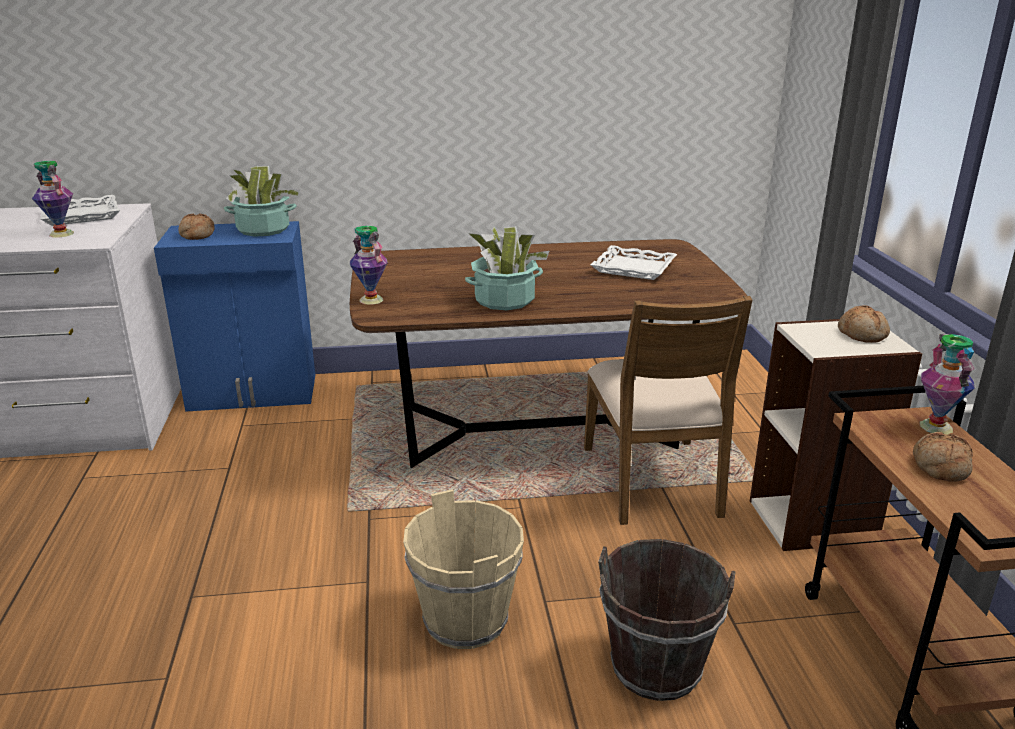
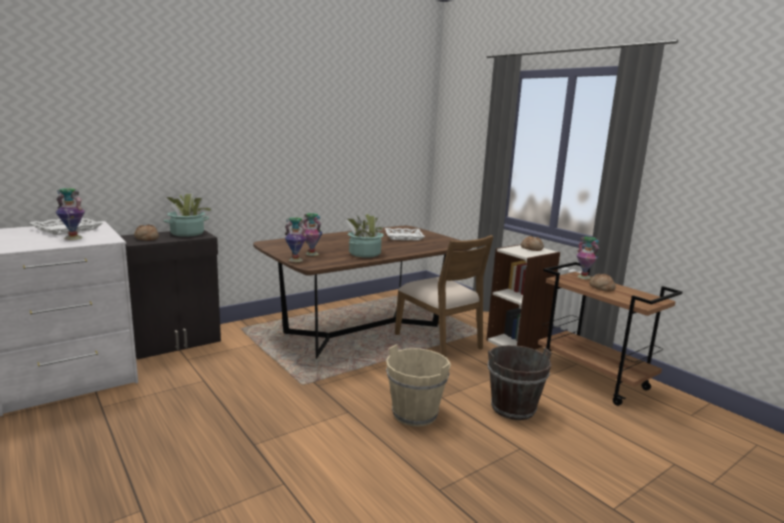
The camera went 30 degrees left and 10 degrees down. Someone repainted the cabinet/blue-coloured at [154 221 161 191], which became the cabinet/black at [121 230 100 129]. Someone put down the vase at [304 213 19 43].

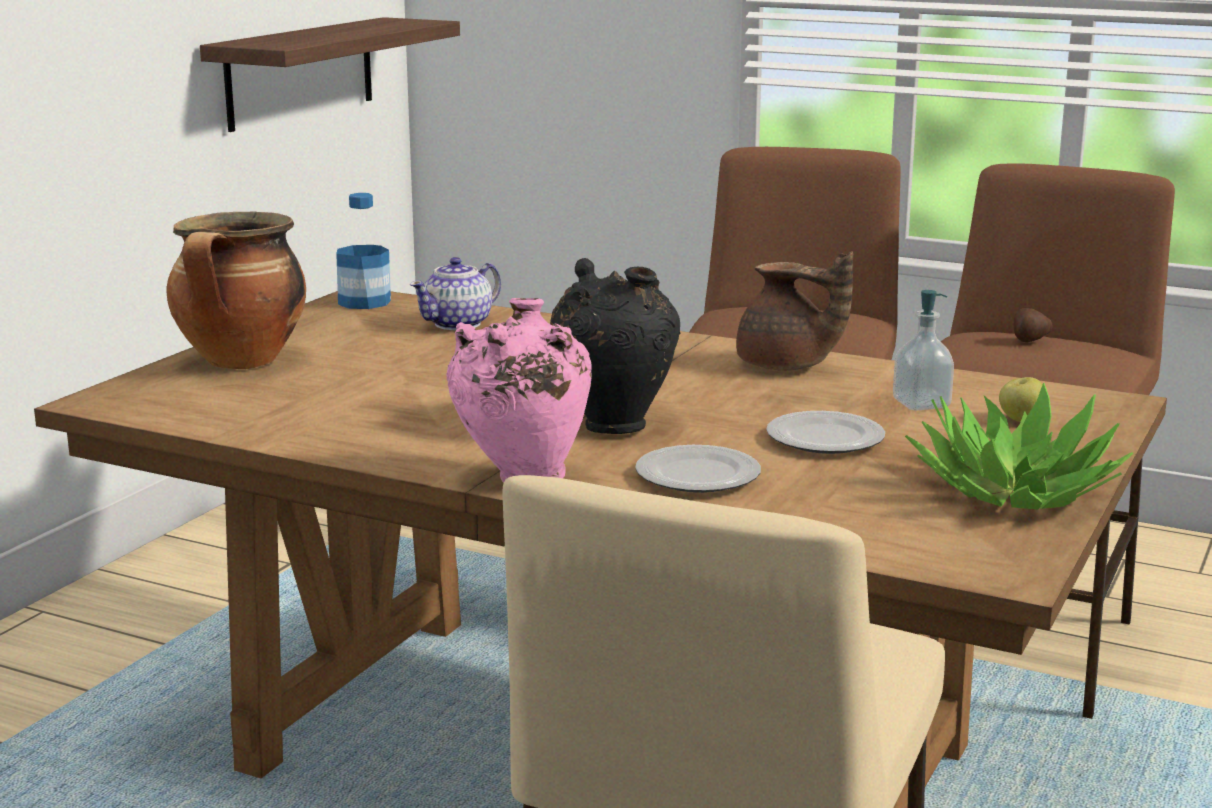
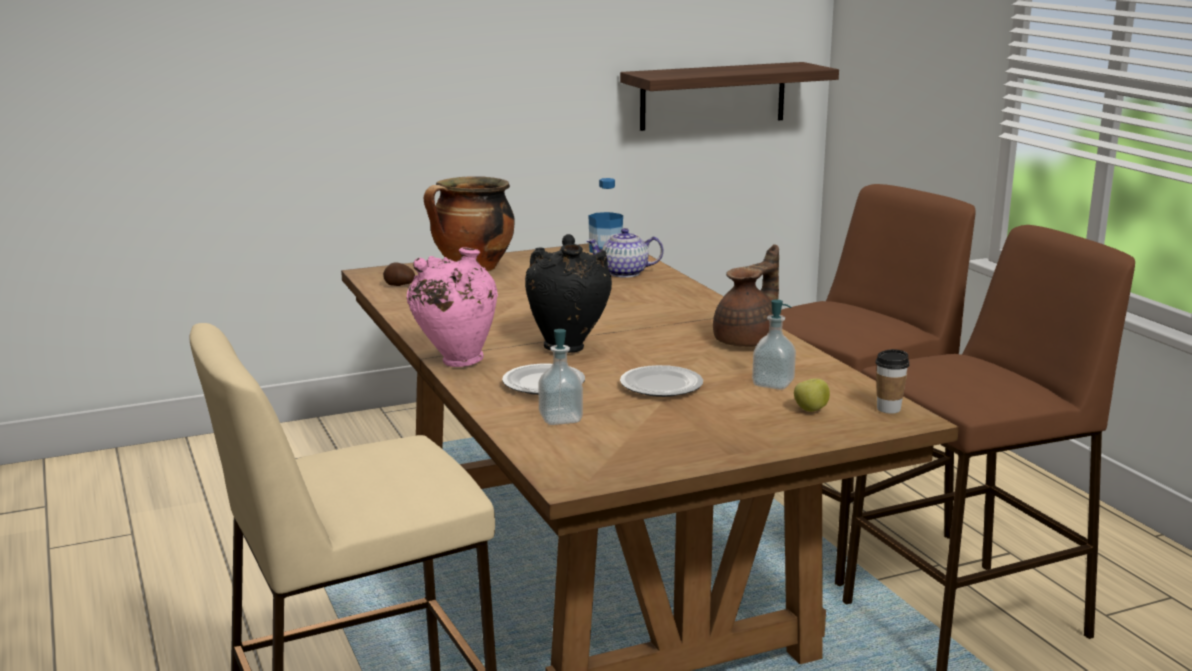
The camera went 40 degrees right and 0 degrees up. Someone rotated the tea pot/brown at [736 252 117 119] by 120 degrees counterclockwise. Someone took away the houseplant at [905 383 229 127]. Someone carried the potato from [1013 308 39 34] to [383 262 32 24]. Someone put down the soap dispenser at [538 329 45 96]. Someone put down the small cup at [875 349 34 65].

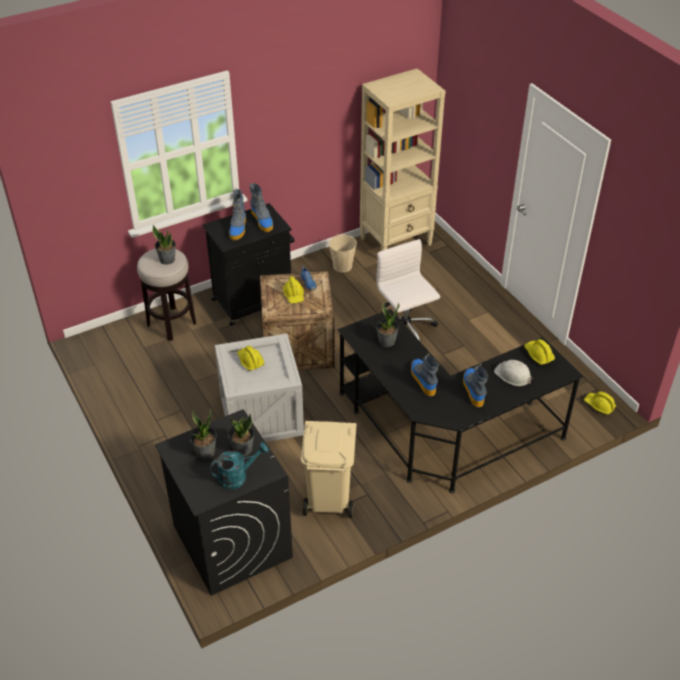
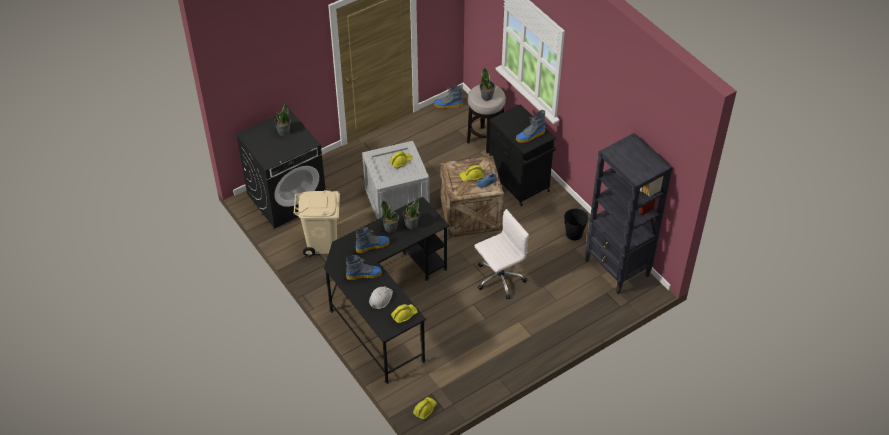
The camera went 85 degrees right and 5 degrees up. Someone took away the watering can/blue-green at [210 442 59 48]. Someone carried the houseplant from [228 414 27 42] to [381 201 18 32]. Someone carried the high-top boot from [229 189 17 51] to [434 85 29 24]. Someone repainted the pail/beige-coloured at [329 234 28 38], which became the pail/black at [564 208 24 32]. Someone repainted the shelving unit/beige-coloured at [360 68 86 183], which became the shelving unit/black at [585 133 88 161].

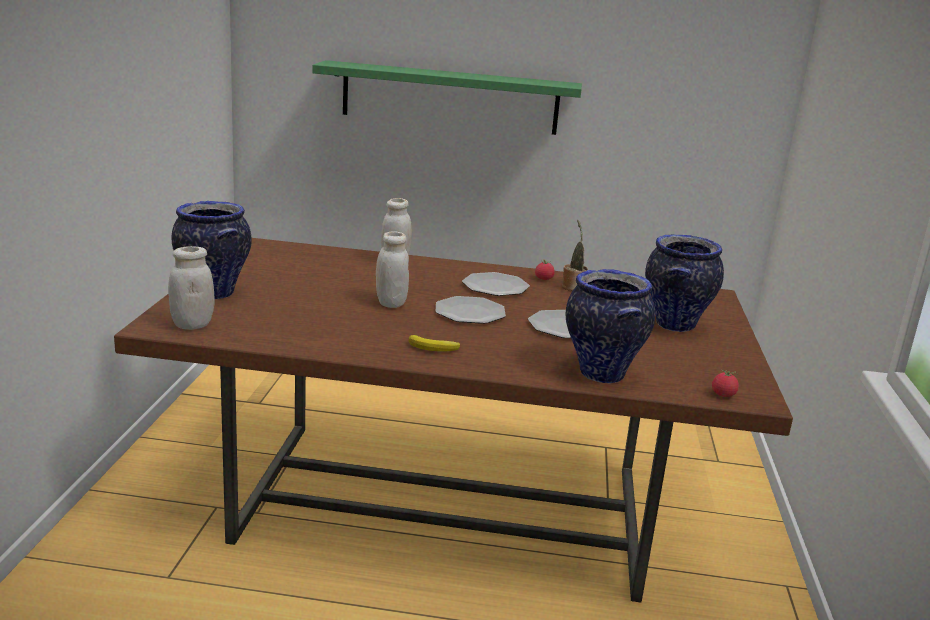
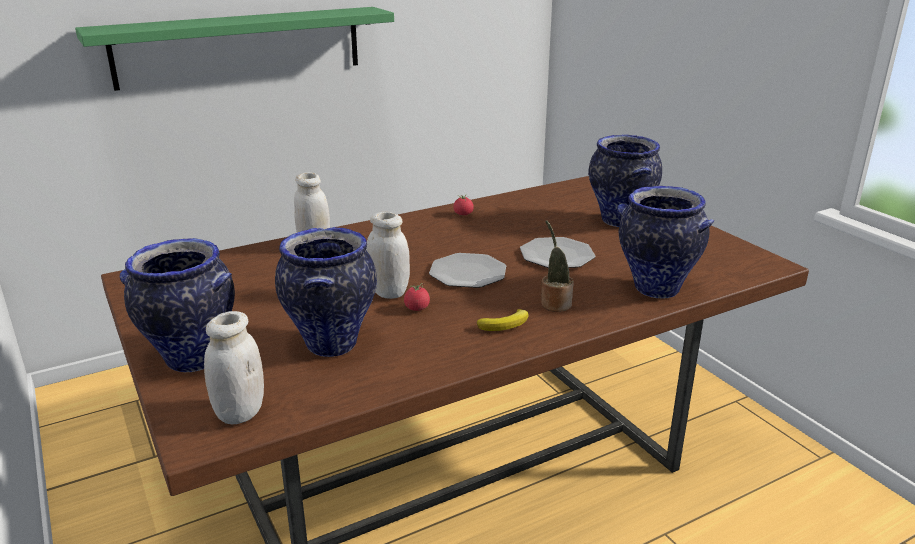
The camera went 35 degrees left and 5 degrees up. Someone took away the flat dish at [462 272 68 24]. Someone carried the houseplant from [562 220 26 71] to [541 220 33 92]. Someone carried the tomato from [712 370 27 27] to [404 283 26 28]. Someone put down the vase at [275 227 102 130].

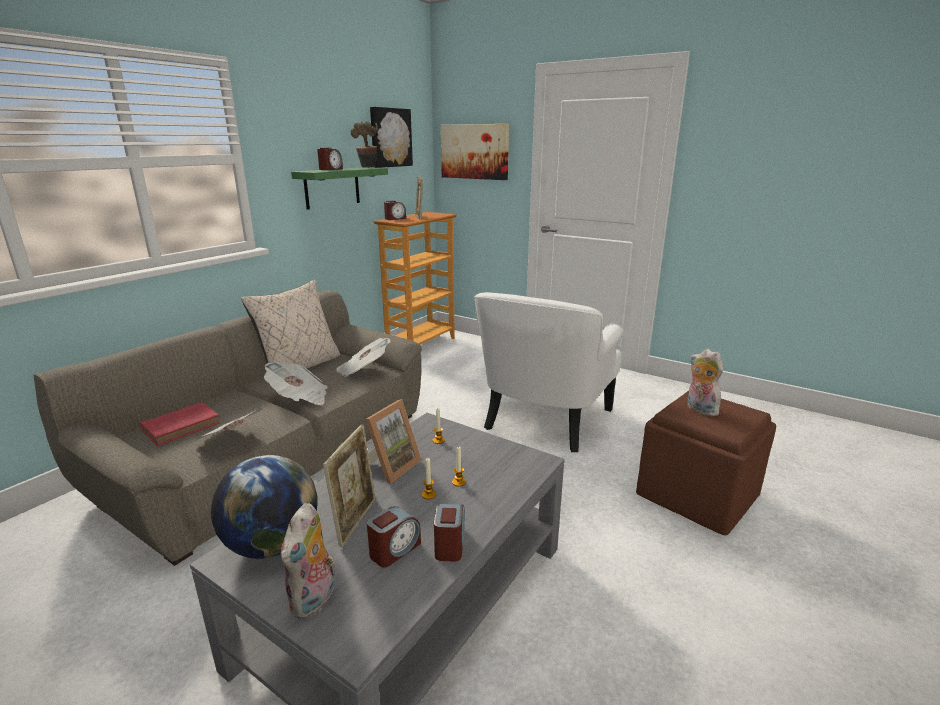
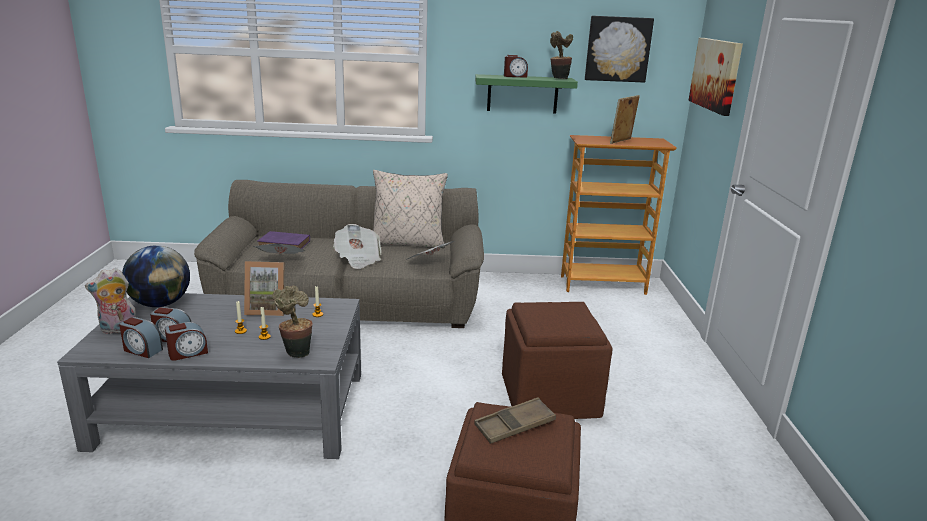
The camera went 55 degrees right and 0 degrees up. Someone repainted the volume/reddish at [140 402 80 44], which became the volume/purplish at [257 231 53 18]. Someone took away the picture frame at [323 424 53 123]. Someone carried the bedside clock from [384 200 22 20] to [119 317 44 41]. Someone swapped the lounge chair/white-coloured at [474 292 150 160] for the footrest/brown at [502 302 110 117]. Someone swapped the plush toy at [687 349 36 67] for the serving tray/brown at [474 397 82 47]. Someone put down the houseplant at [272 285 41 73].

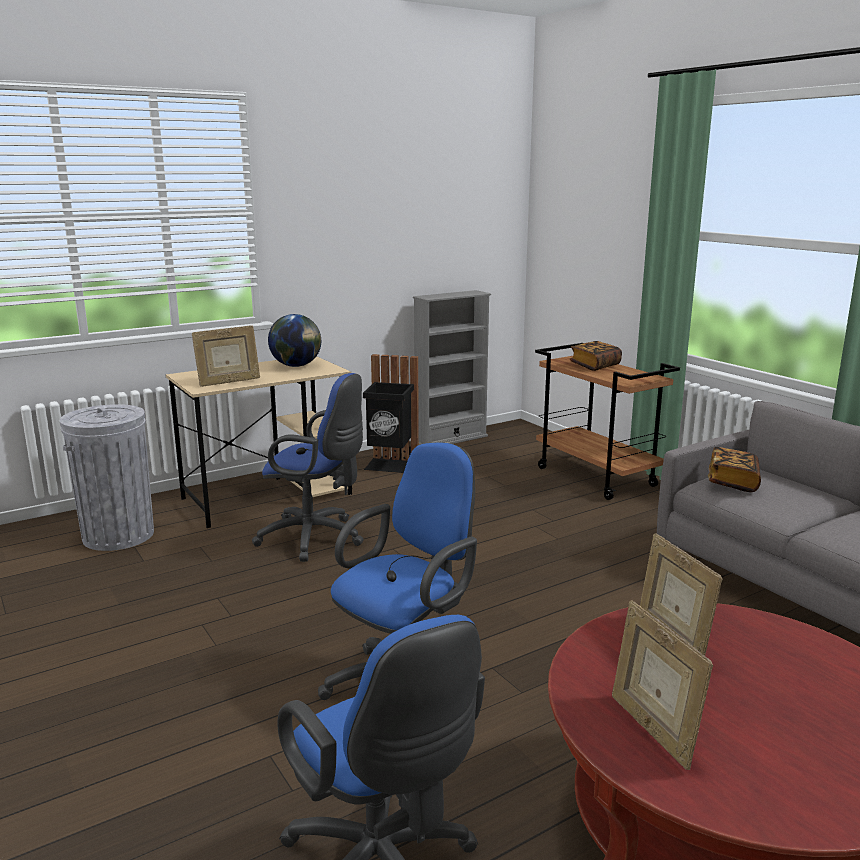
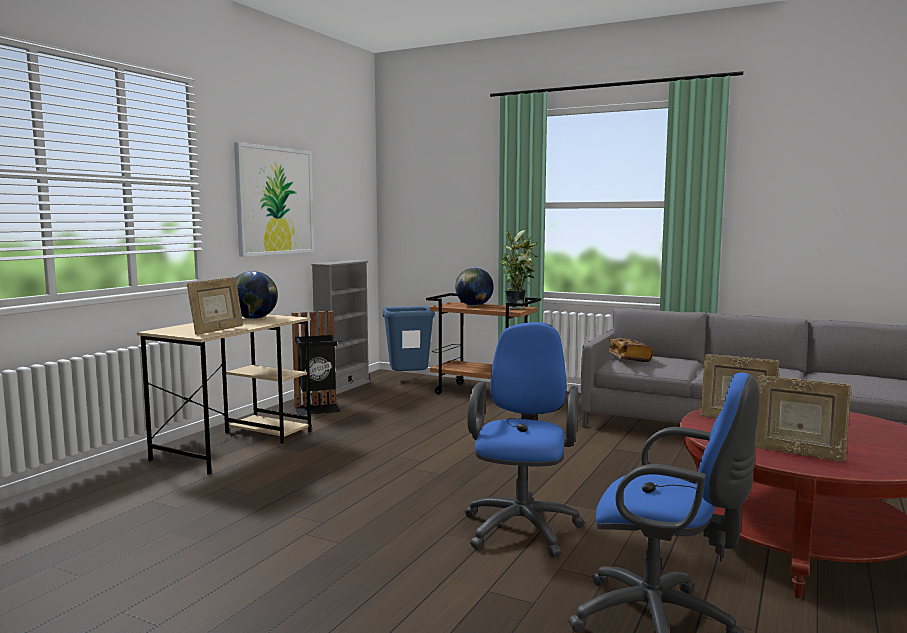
The camera went 30 degrees left and 10 degrees down. Someone took away the waste bin/grey at [60 404 94 147]. Someone took away the office chair/blue-coloured at [252 373 112 189]. Someone swapped the volume at [570 341 52 30] for the globe at [455 268 39 38]. Someone put up the picture at [234 142 80 115]. Someone put down the waste bin/blue-coloured at [382 306 53 65]. Someone put down the houseplant at [500 230 38 79].

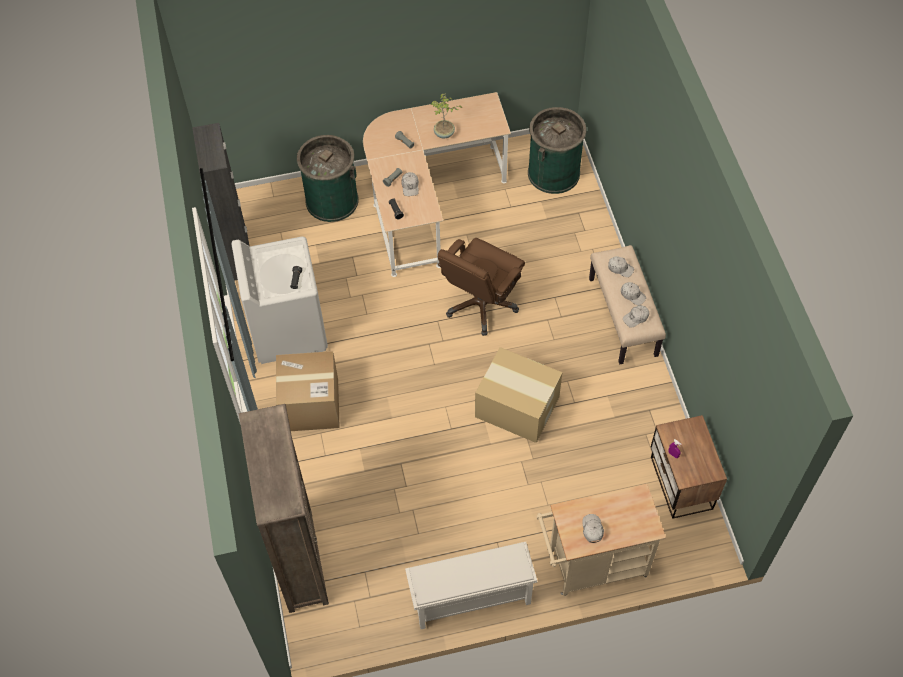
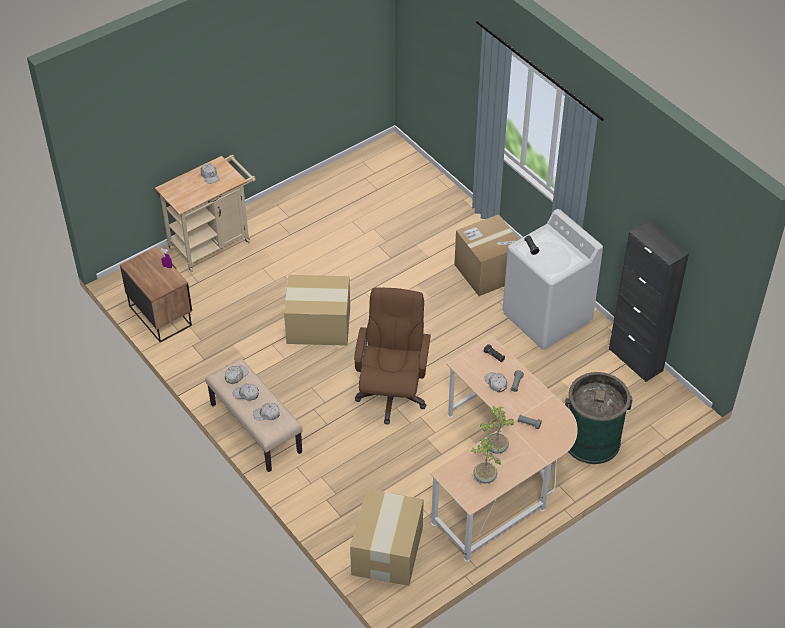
The camera went 155 degrees right and 10 degrees down. Someone took away the shelving unit/brown at [239 404 90 209]. Someone took away the shoe rack/white-coloured at [405 542 132 87]. Someone swapped the waste bin/green-coloured at [528 107 59 87] for the packing box at [350 489 74 97]. Someone put down the houseplant at [471 438 30 45].

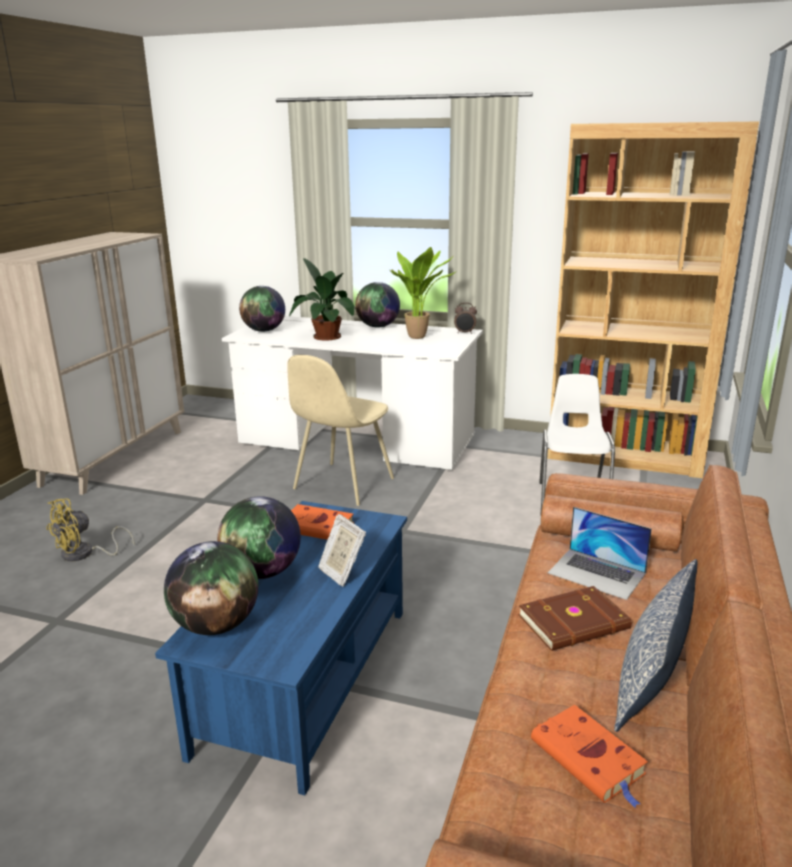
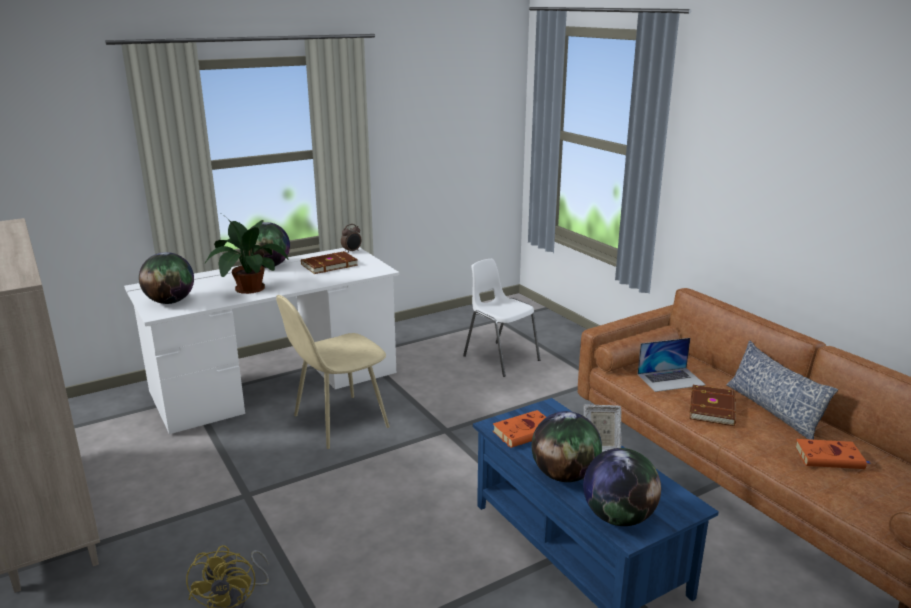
The camera went 50 degrees left and 0 degrees up. Someone rotated the upright chair/beige-coloured at [287 355 107 151] by 75 degrees clockwise. Someone swapped the houseplant at [389 247 66 92] for the volume/brown at [301 251 57 23]. Someone took away the shelving unit/brown at [547 121 212 357].

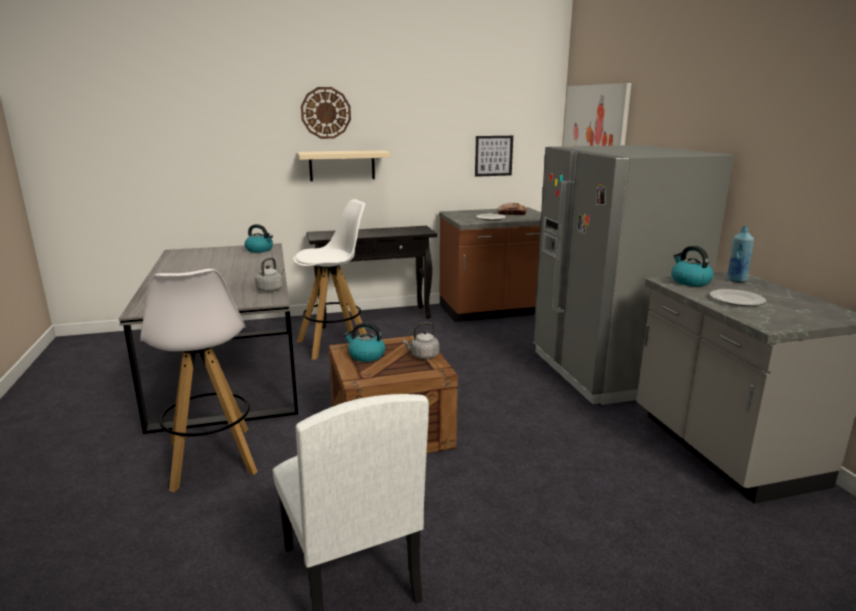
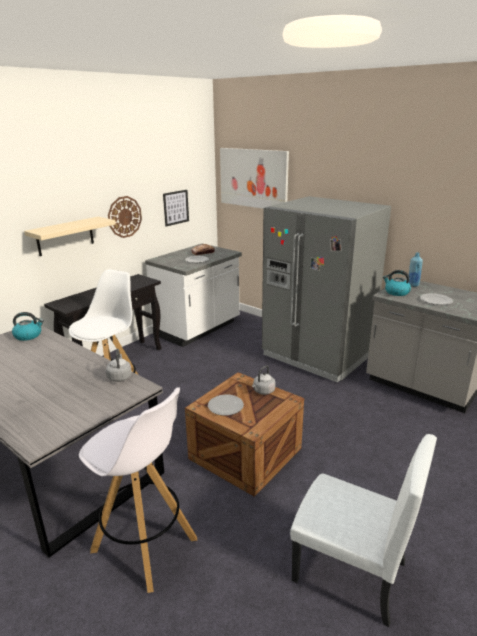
The camera went 35 degrees left and 5 degrees up. Someone carried the wall clock from [301 87 50 52] to [108 196 34 42]. Someone swapped the tea kettle at [343 322 42 40] for the flat dish at [208 394 36 22]. Someone repainted the counter/brown at [439 207 102 115], which became the counter/white-coloured at [145 244 97 103].

